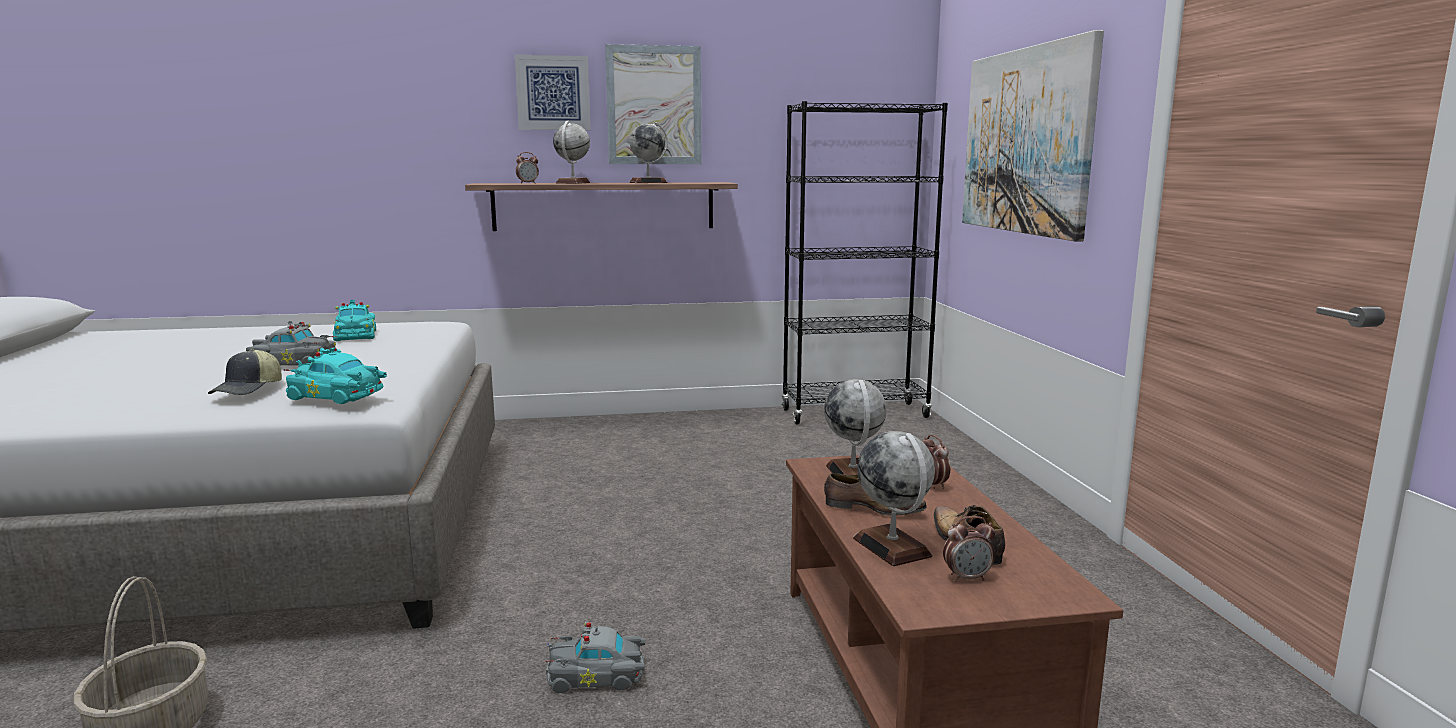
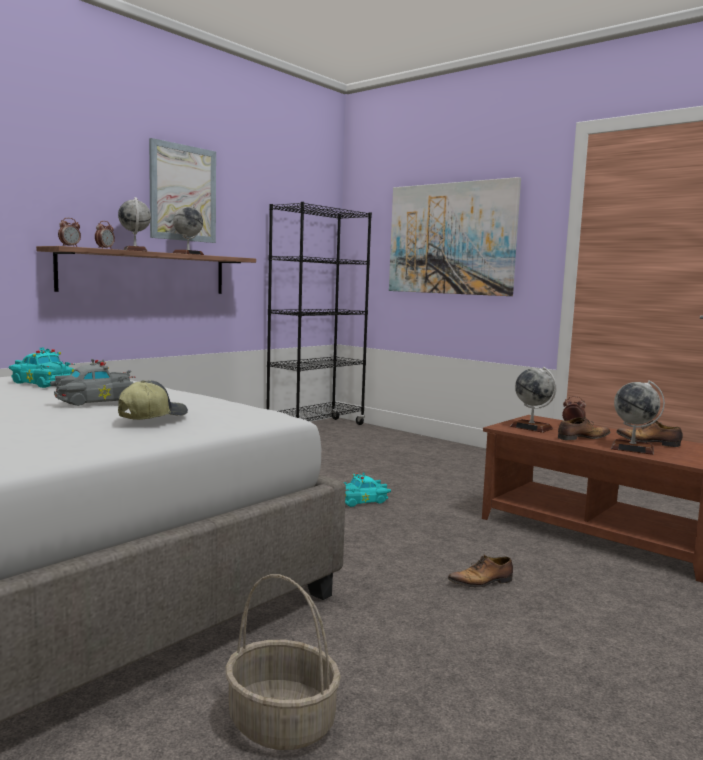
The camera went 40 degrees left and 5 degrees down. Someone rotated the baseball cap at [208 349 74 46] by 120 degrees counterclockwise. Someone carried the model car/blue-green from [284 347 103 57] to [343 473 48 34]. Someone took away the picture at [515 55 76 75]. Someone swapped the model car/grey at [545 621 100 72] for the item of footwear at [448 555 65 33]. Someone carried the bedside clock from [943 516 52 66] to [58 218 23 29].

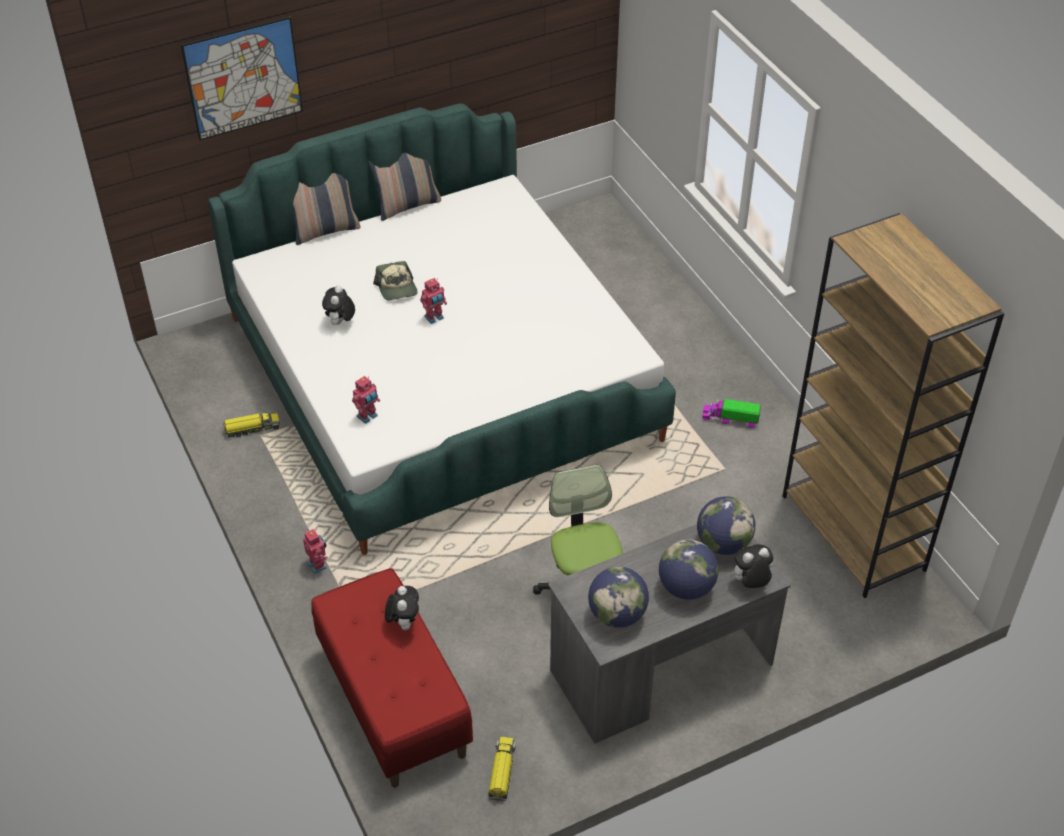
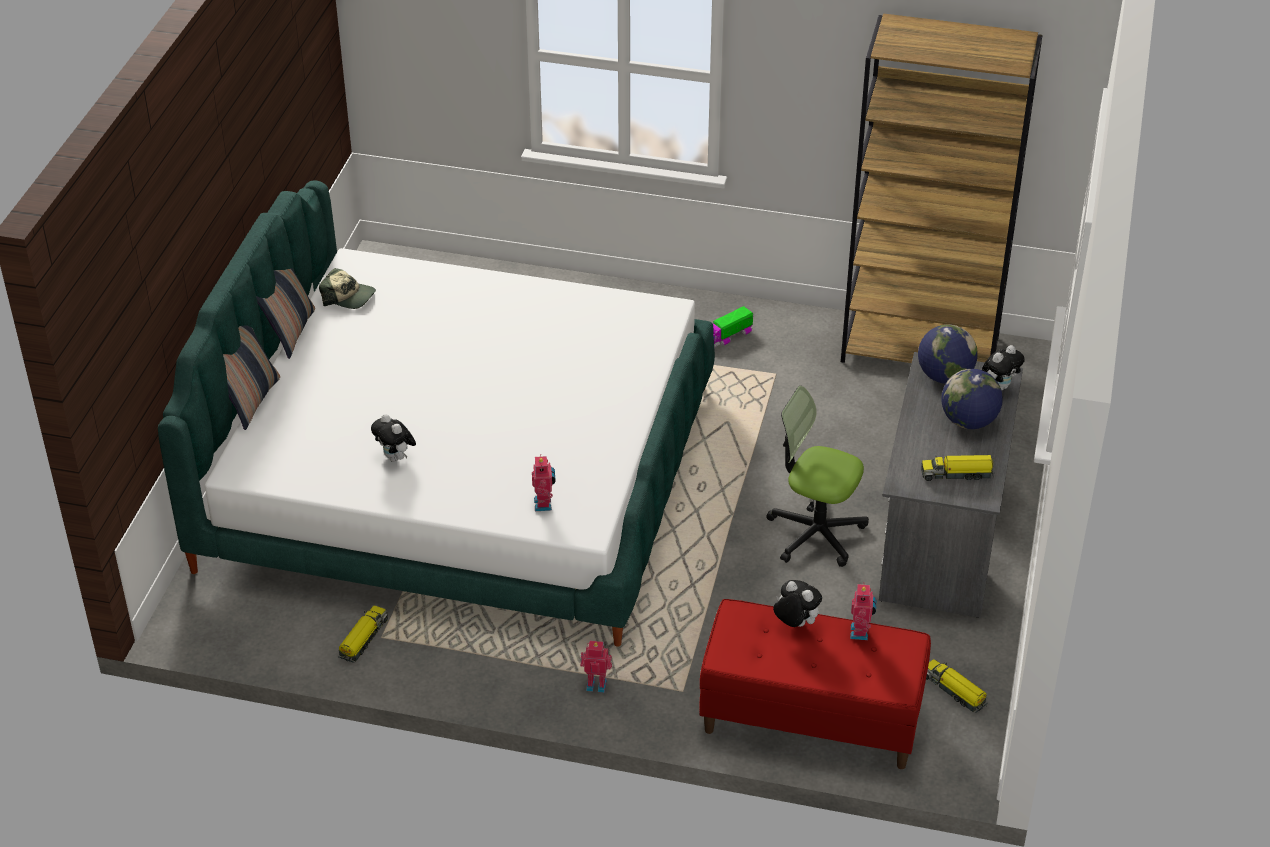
The camera went 50 degrees left and 5 degrees down. Someone took away the picture at [181 16 122 125]. Someone carried the baseball cap from [373 261 44 39] to [319 268 57 41]. Someone carried the toy robot from [420 278 27 46] to [850 582 26 58]. Someone swapped the globe at [588 567 61 61] for the toy lorry at [921 455 74 26]. Someone rotated the plush toy at [730 544 43 44] by 150 degrees counterclockwise.

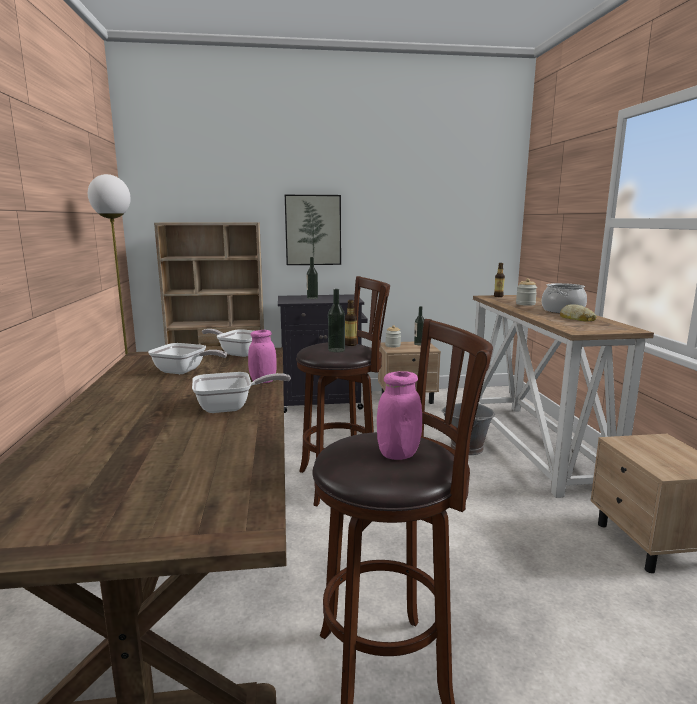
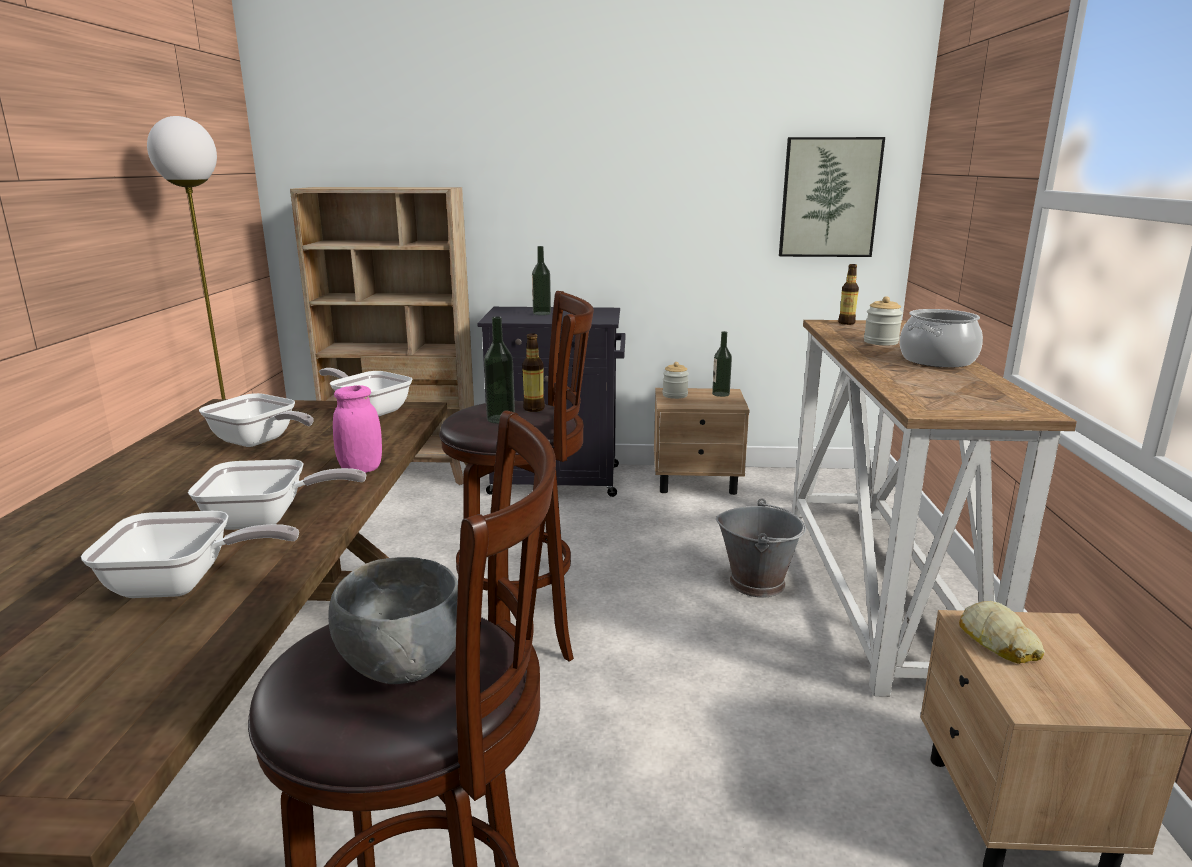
The camera went 10 degrees right and 5 degrees up. Someone carried the picture from [285 195 56 70] to [779 137 106 120]. Someone swapped the storage jar/pink-coloured at [377 371 45 89] for the deep dish/grey at [328 557 130 127]. Someone carried the baked bread from [560 305 37 17] to [959 601 86 63]. Someone put down the skillet at [81 511 218 87].

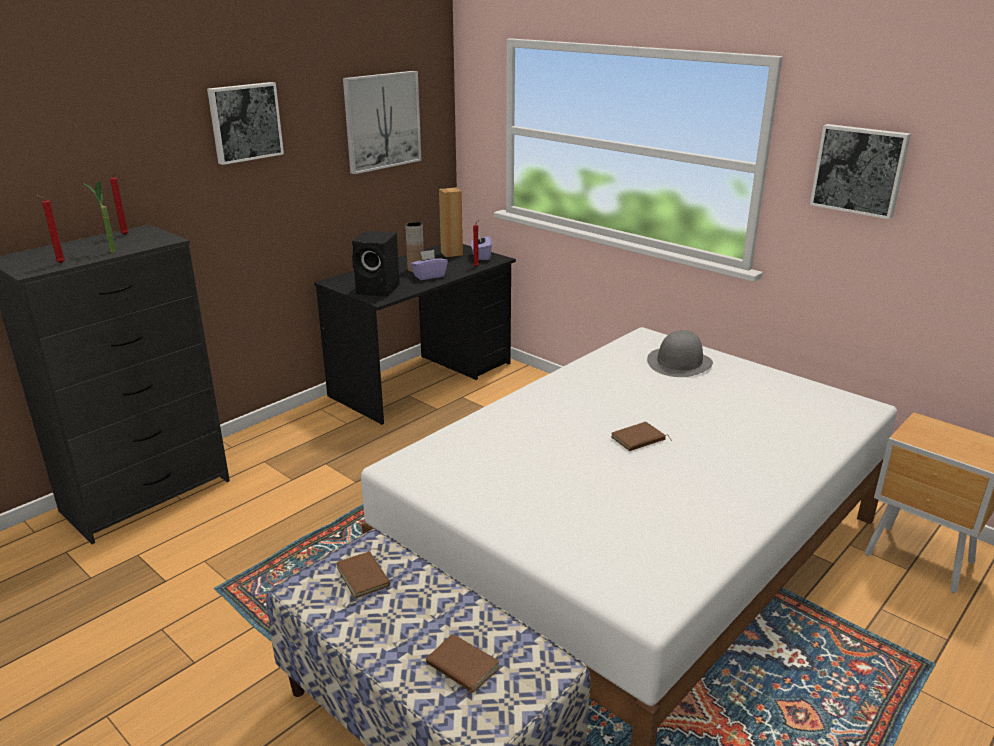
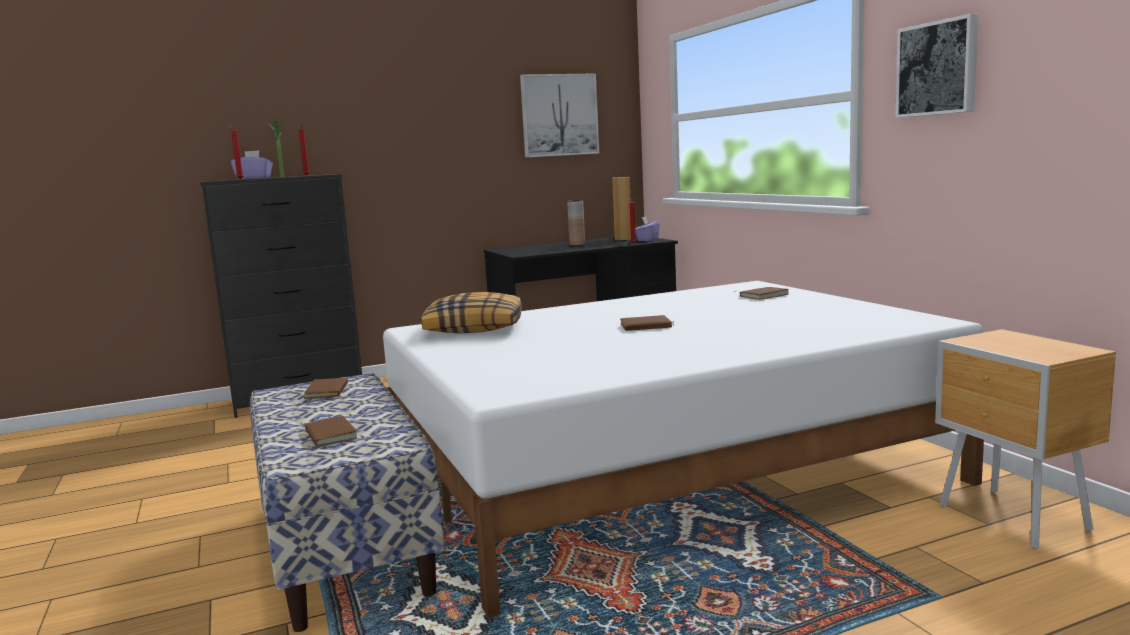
The camera went 25 degrees right and 15 degrees down. Someone took away the picture at [207 82 77 83]. Someone took away the audio speaker/black at [352 231 48 65]. Someone carried the tissue box/purplish from [410 250 38 30] to [231 150 42 29]. Someone swapped the clothing hat/grey at [647 330 66 47] for the volume/brown at [734 287 55 13]. Someone put down the pillow at [421 292 101 41].

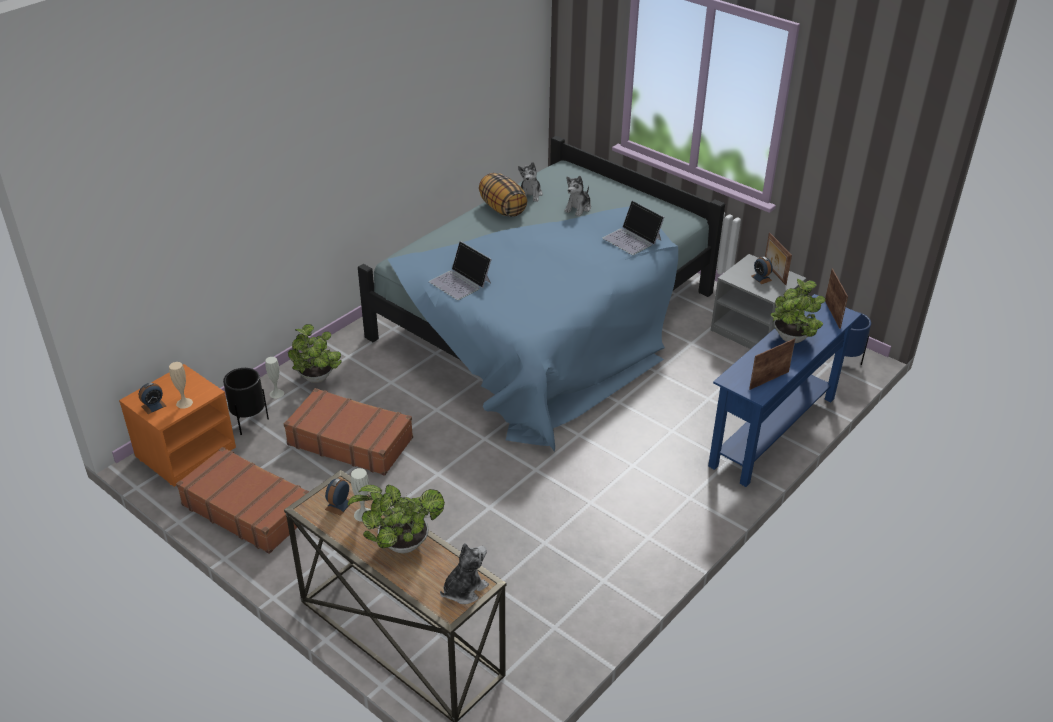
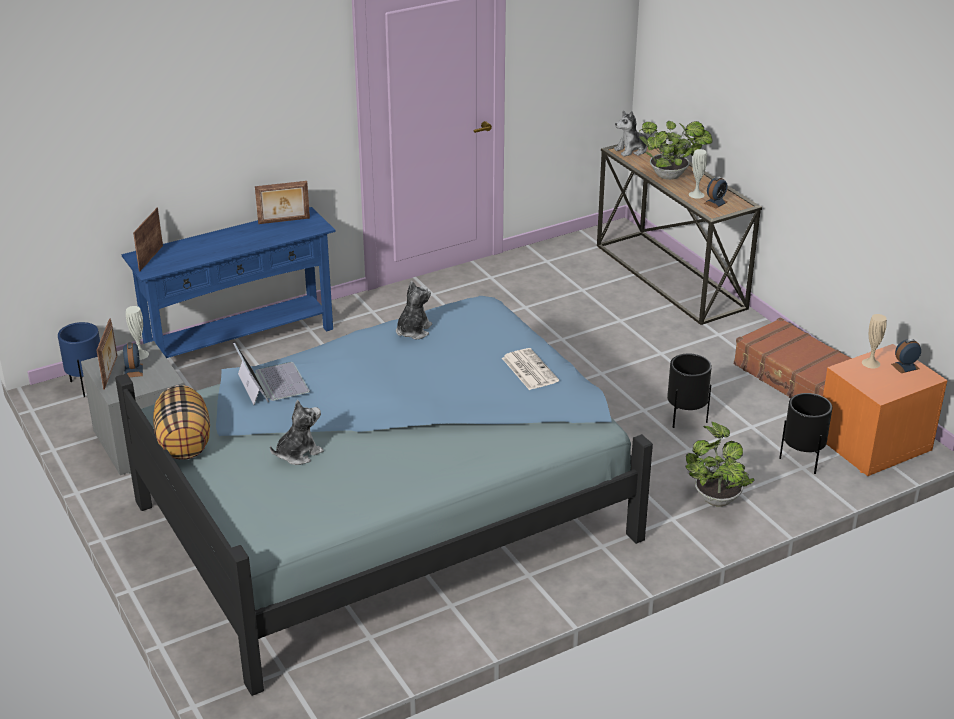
The camera went 160 degrees left and 5 degrees down. Someone carried the vase/white-coloured from [265 357 19 42] to [126 306 23 54]. Someone swapped the piece of luggage/brown at [284 388 129 88] for the plant pot/black at [667 354 45 74]. Someone swapped the laptop at [429 241 63 59] for the printed paper at [502 348 57 42]. Someone carried the pillow from [479 173 48 44] to [153 385 57 75]. Someone carried the plush toy from [518 162 25 40] to [396 281 36 58]. Someone took away the houseplant at [770 279 56 64].

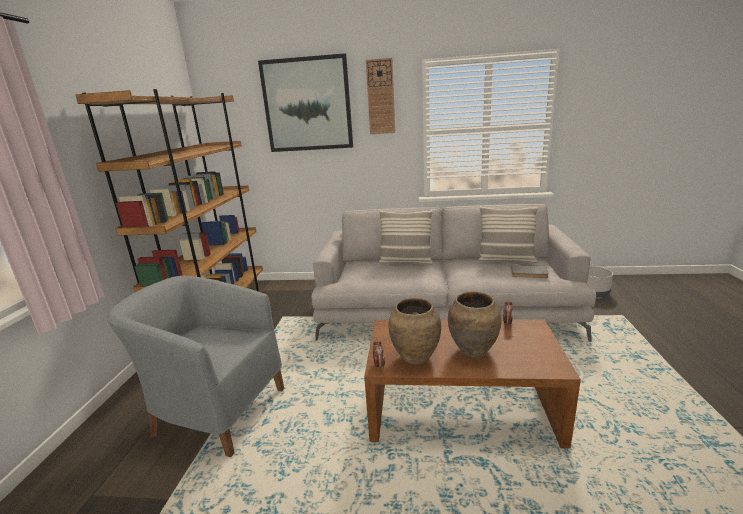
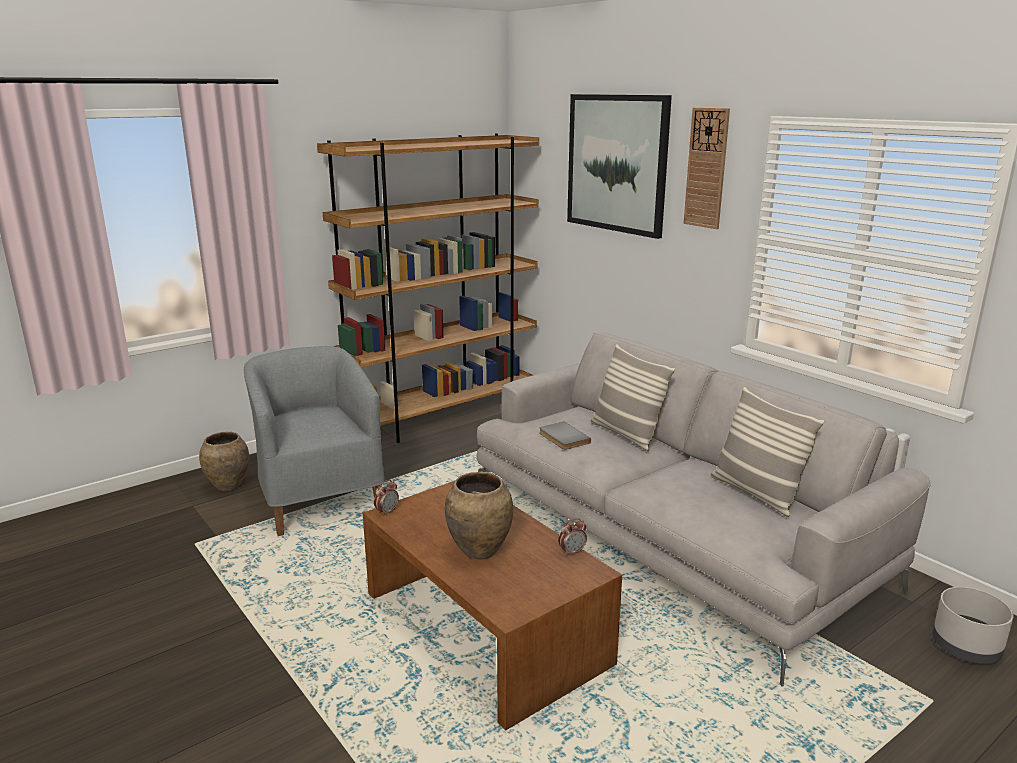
The camera went 45 degrees right and 0 degrees up. Someone carried the vase/brown from [388 298 53 67] to [199 432 50 59]. Someone carried the volume/grey from [511 265 38 13] to [539 422 52 28].

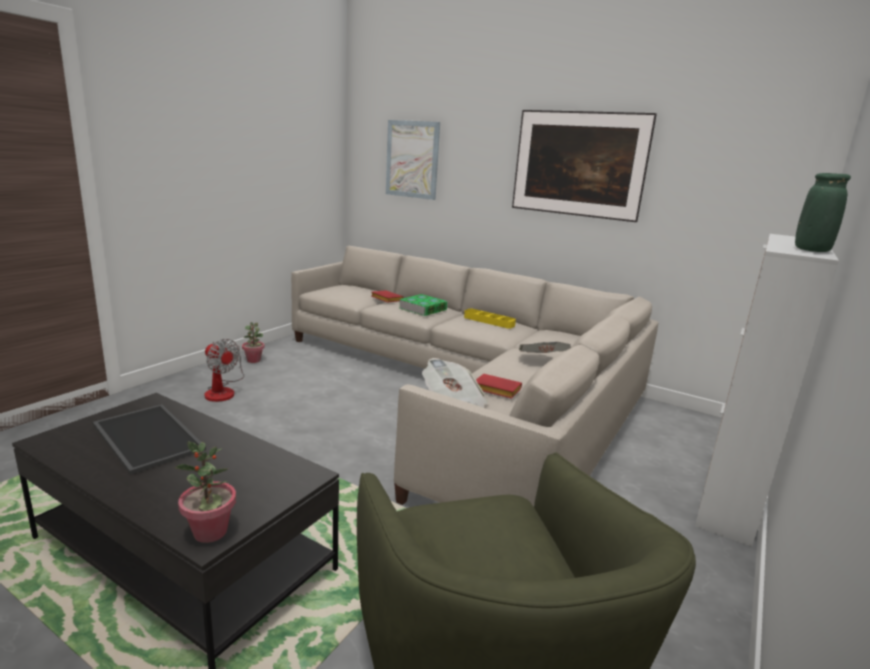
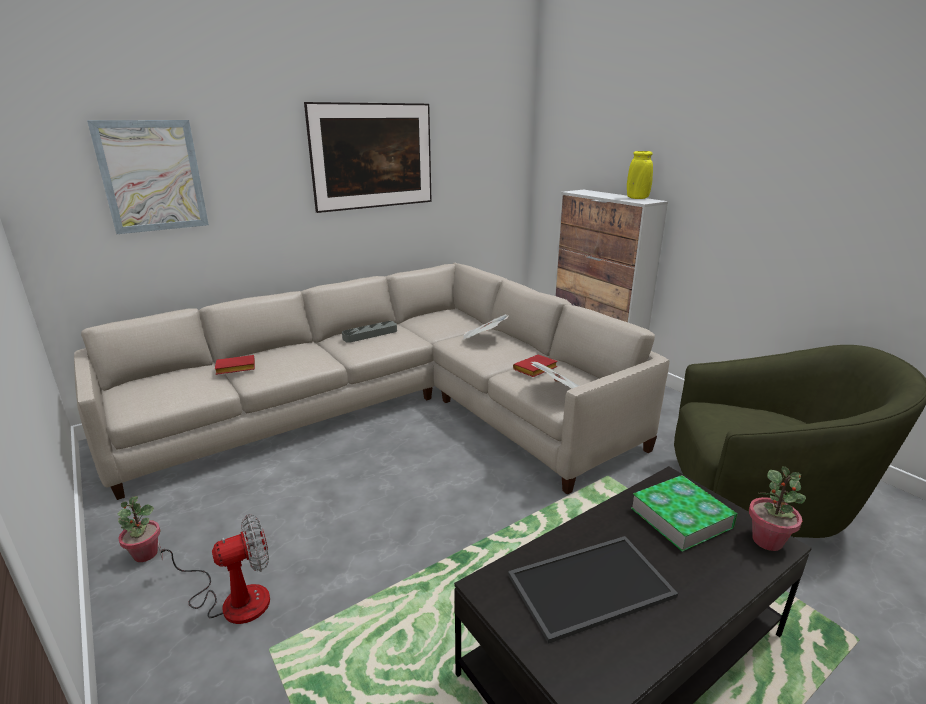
The camera went 65 degrees left and 5 degrees up. Someone carried the volume from [399 294 49 22] to [631 475 107 77]. Someone repainted the serving tray/yellowish at [464 309 52 20], which became the serving tray/grey at [342 321 55 22]. Someone repainted the vase/green-coloured at [795 173 56 79], which became the vase/yellowish at [627 151 26 48].

